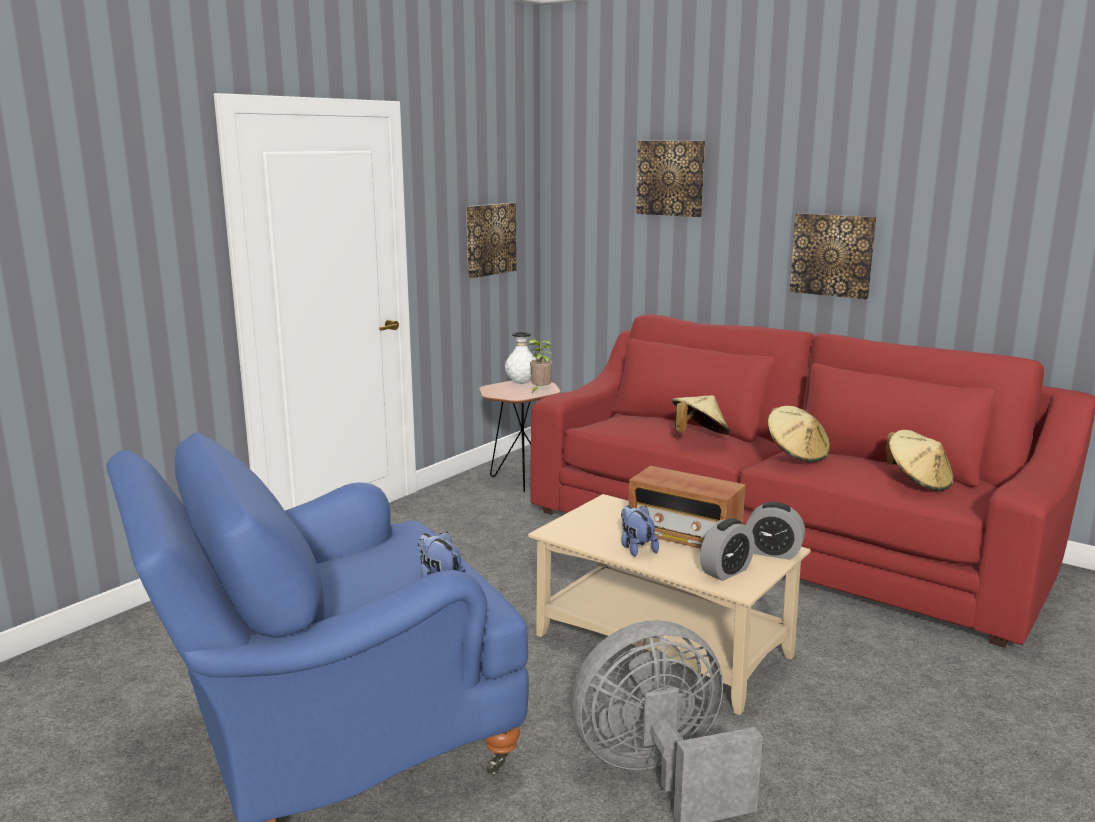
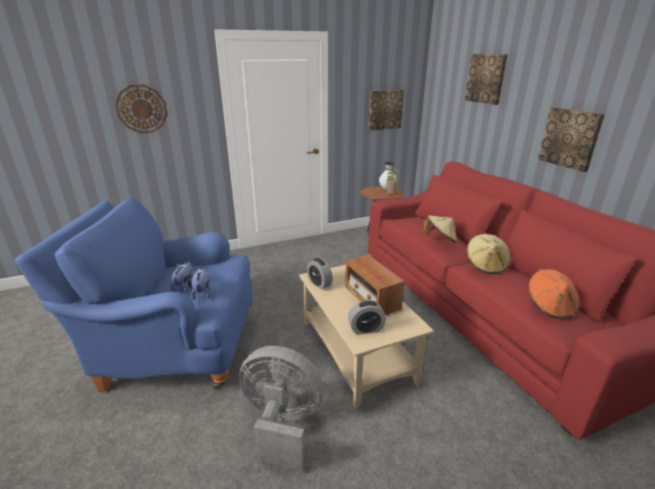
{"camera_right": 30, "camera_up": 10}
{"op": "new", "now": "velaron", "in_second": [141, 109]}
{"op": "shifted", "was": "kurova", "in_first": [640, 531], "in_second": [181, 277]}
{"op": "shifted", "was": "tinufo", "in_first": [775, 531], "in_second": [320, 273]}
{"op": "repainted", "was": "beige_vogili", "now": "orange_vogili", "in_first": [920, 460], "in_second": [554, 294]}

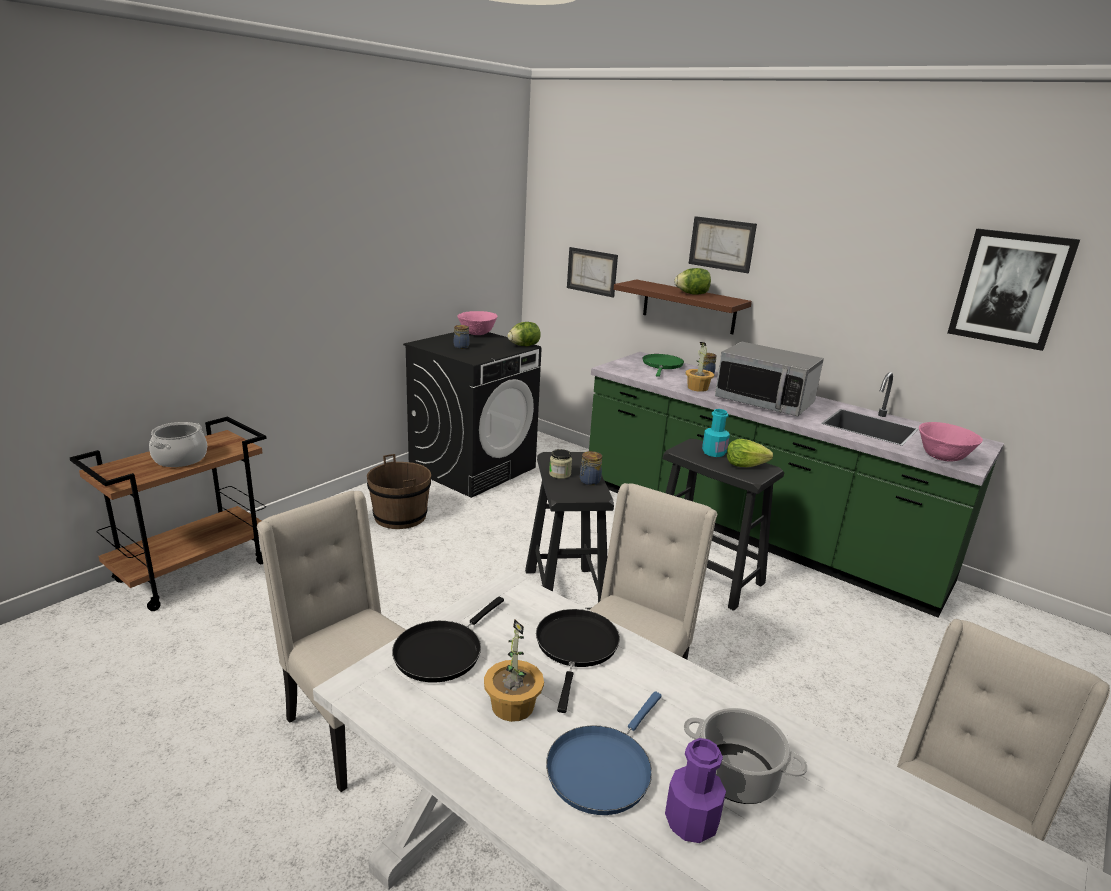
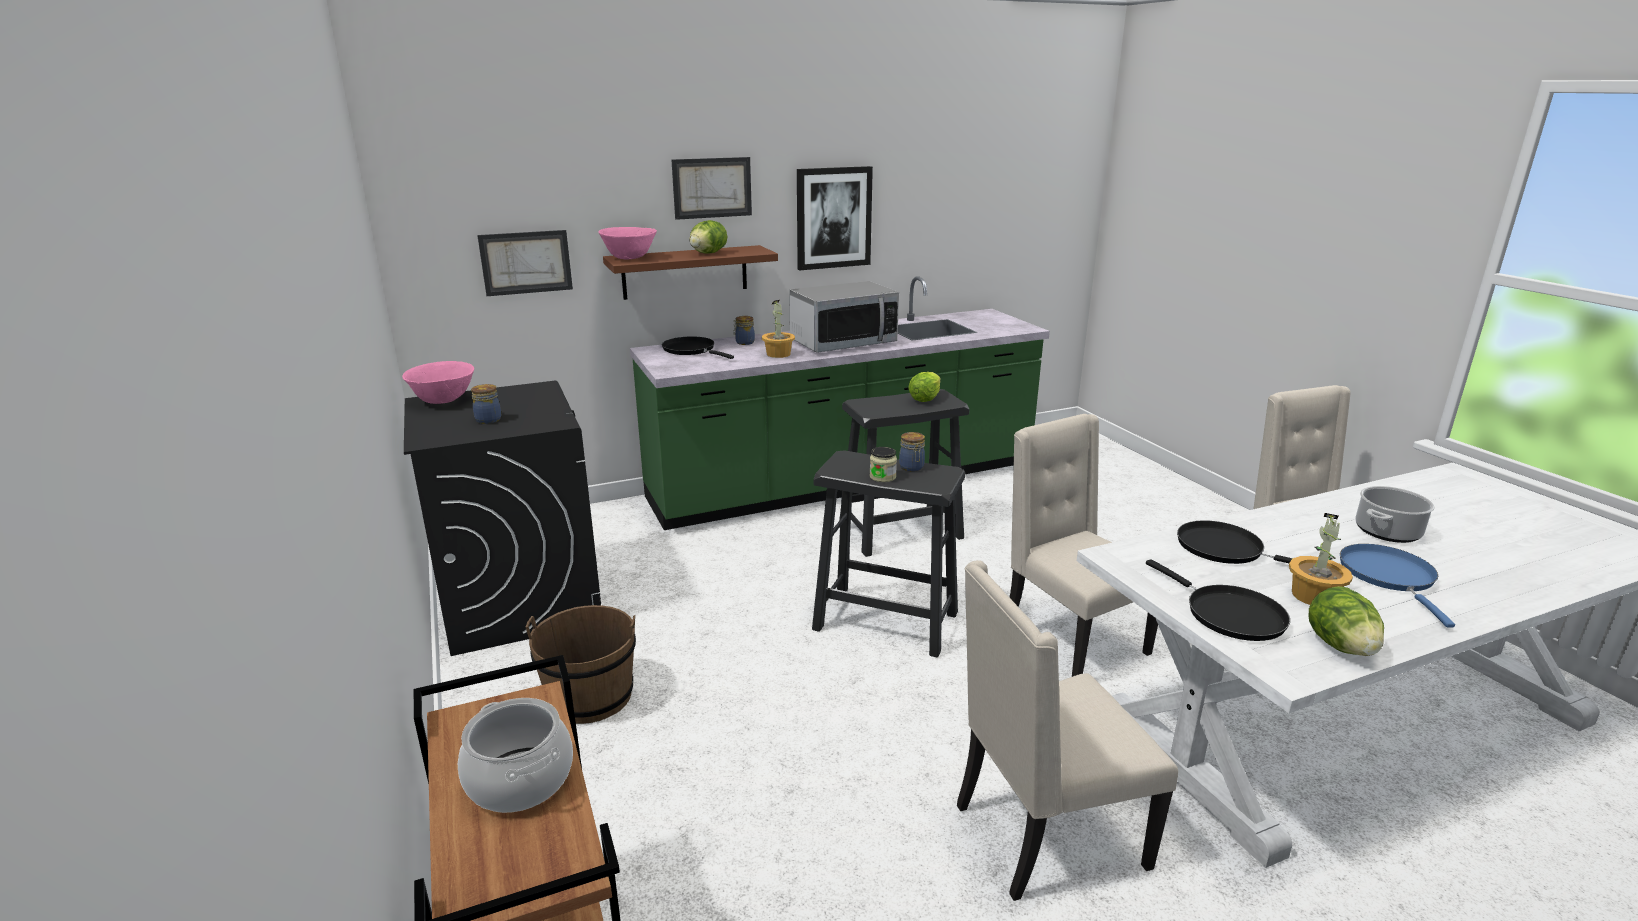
{"camera_right": -60, "camera_up": 0}
{"op": "gone", "was": "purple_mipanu", "in_first": [695, 790]}
{"op": "gone", "was": "turquoise_mipanu", "in_first": [716, 433]}
{"op": "shifted", "was": "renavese", "in_first": [524, 334], "in_second": [1346, 621]}
{"op": "shifted", "was": "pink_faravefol", "in_first": [951, 441], "in_second": [627, 243]}
{"op": "shifted", "was": "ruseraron", "in_first": [1014, 290], "in_second": [835, 218]}
{"op": "repainted", "was": "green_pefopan", "now": "black_pefopan", "in_first": [663, 365], "in_second": [698, 347]}
{"op": "rotated", "was": "blue_pefopan", "in_first": [604, 753], "in_second": [1397, 586], "clockwise": -150}

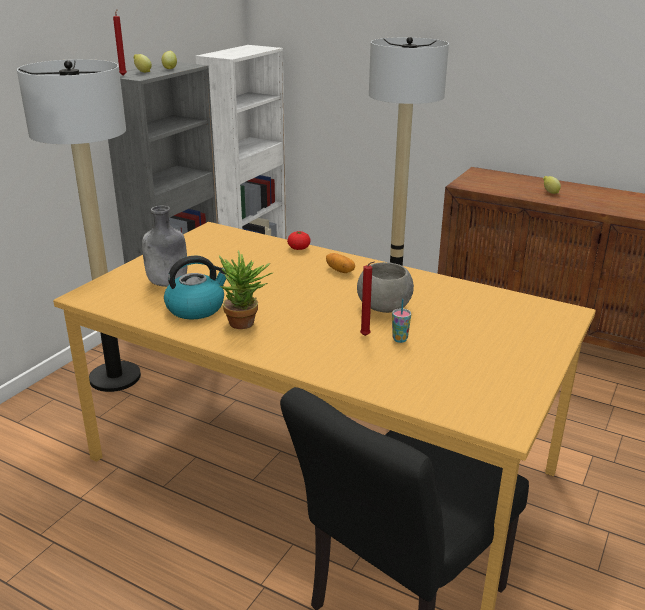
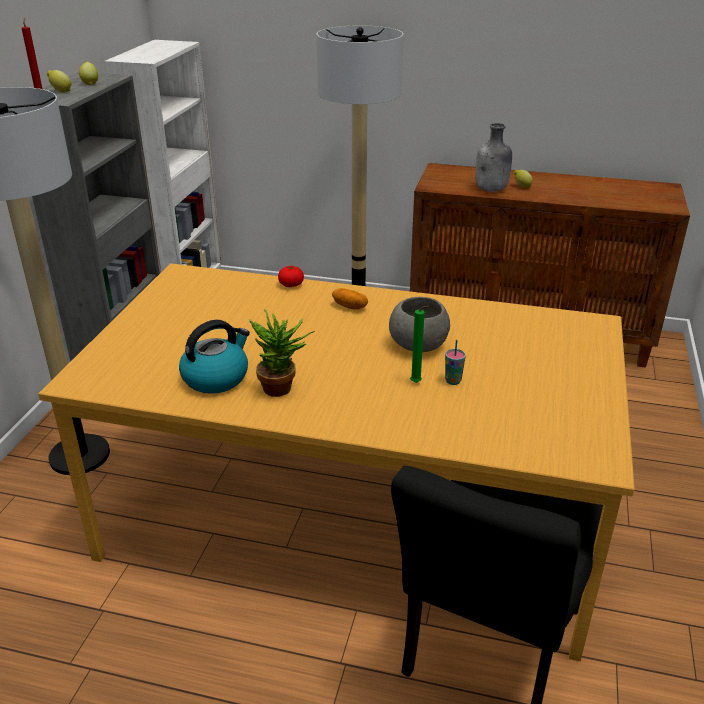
{"camera_right": -15, "camera_up": 5}
{"op": "shifted", "was": "grey_mipanu", "in_first": [164, 246], "in_second": [493, 157]}
{"op": "repainted", "was": "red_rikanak", "now": "green_rikanak", "in_first": [367, 298], "in_second": [419, 344]}

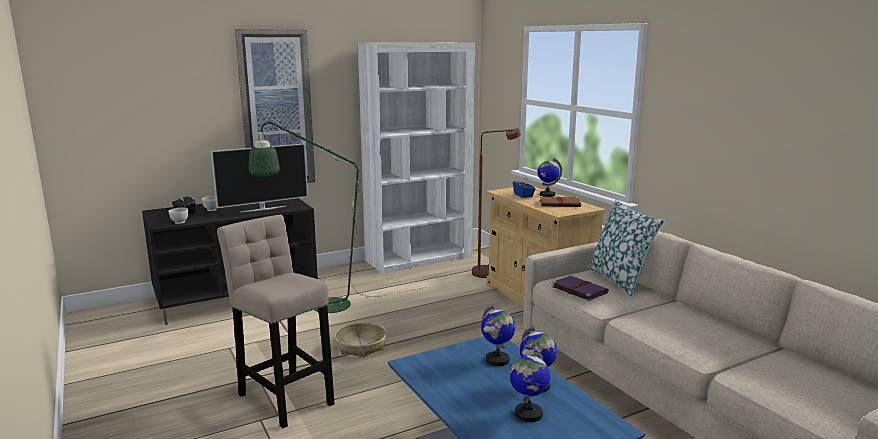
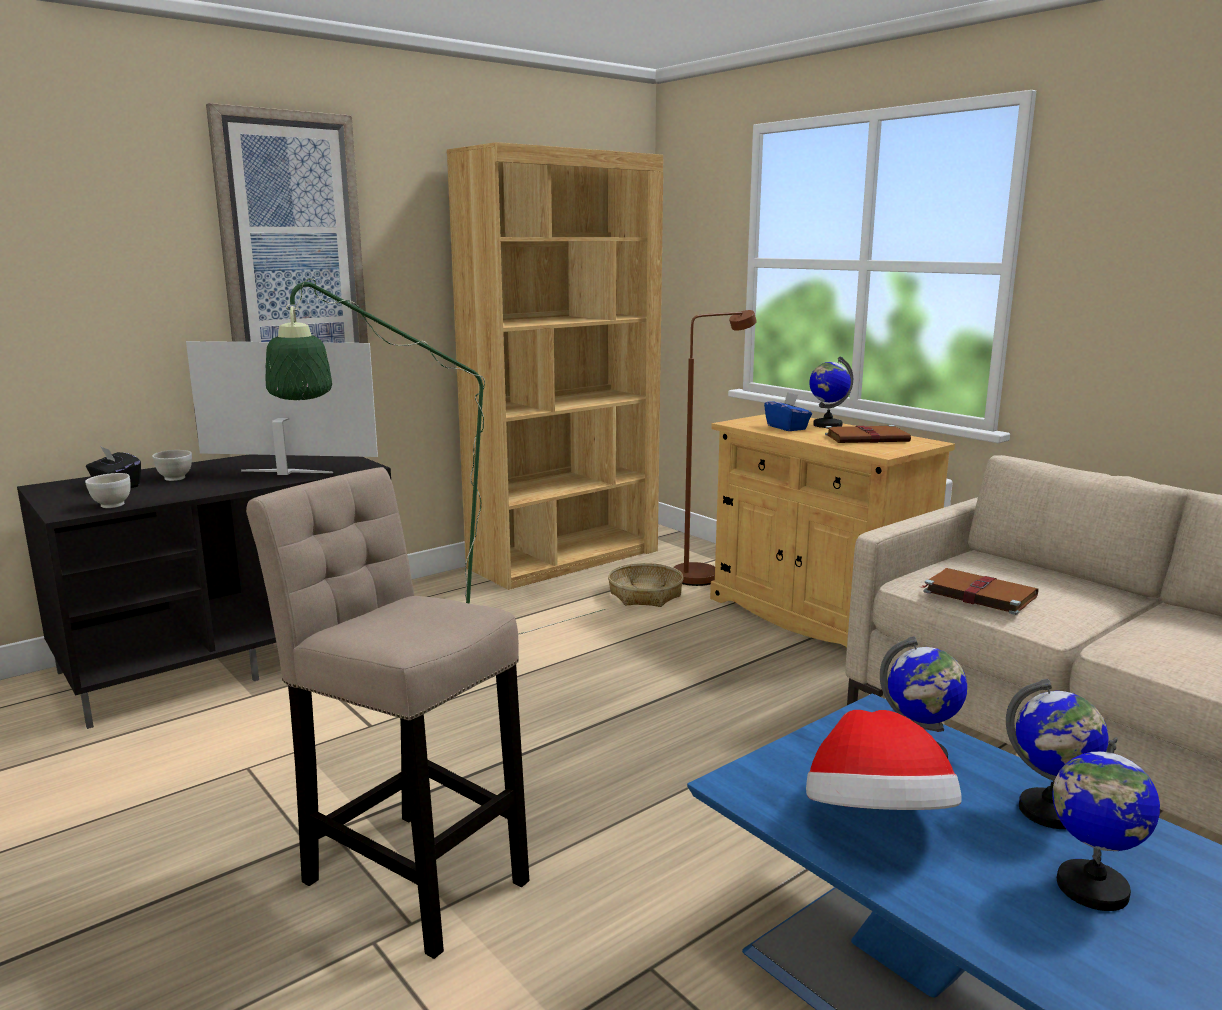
{"camera_right": -10, "camera_up": 0}
{"op": "gone", "was": "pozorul", "in_first": [625, 248]}
{"op": "new", "now": "vogili", "in_second": [884, 760]}
{"op": "shifted", "was": "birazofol", "in_first": [360, 340], "in_second": [646, 585]}
{"op": "repainted", "was": "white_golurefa", "now": "brown_golurefa", "in_first": [416, 158], "in_second": [555, 366]}
{"op": "repainted", "was": "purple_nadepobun", "now": "brown_nadepobun", "in_first": [580, 288], "in_second": [980, 591]}
{"op": "rotated", "was": "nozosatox", "in_first": [259, 177], "in_second": [282, 408], "clockwise": -135}

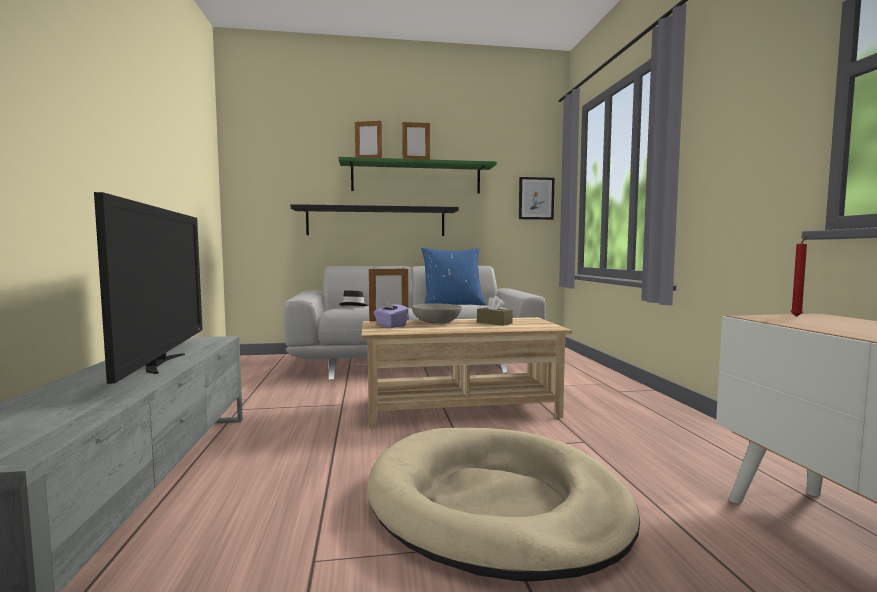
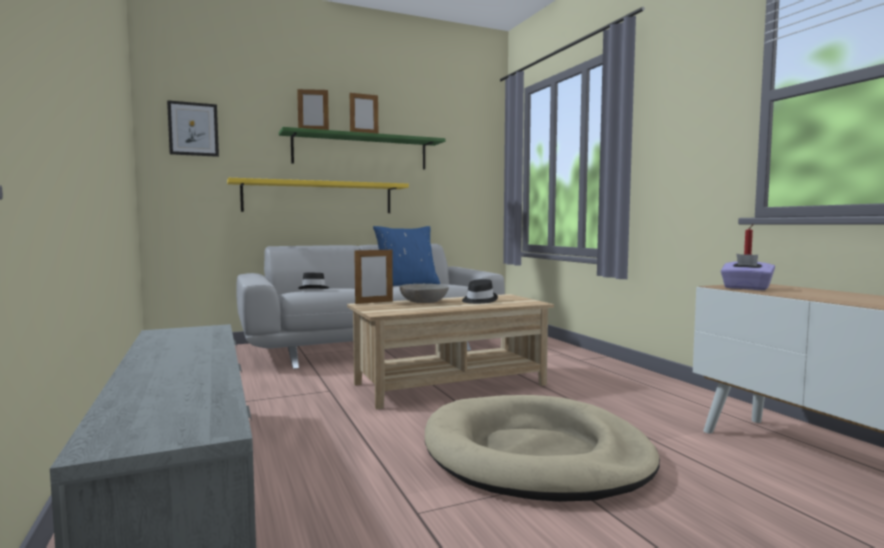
{"camera_right": -15, "camera_up": 0}
{"op": "gone", "was": "nozosatox", "in_first": [148, 288]}
{"op": "shifted", "was": "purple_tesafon", "in_first": [391, 313], "in_second": [747, 272]}
{"op": "shifted", "was": "ruseraron", "in_first": [537, 198], "in_second": [193, 128]}
{"op": "swapped", "was": "brown_tesafon", "now": "black_vogili", "in_first": [495, 311], "in_second": [480, 291]}
{"op": "repainted", "was": "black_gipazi", "now": "yellow_gipazi", "in_first": [375, 220], "in_second": [318, 195]}

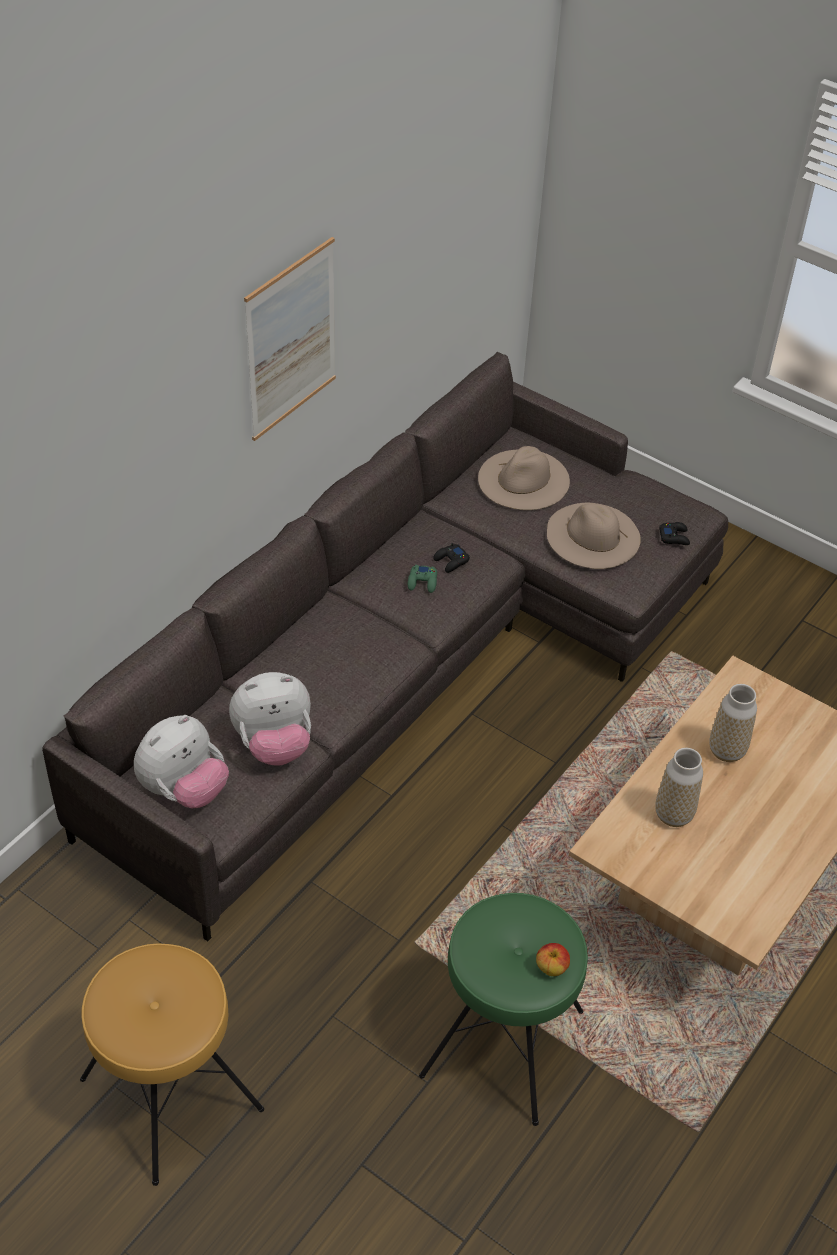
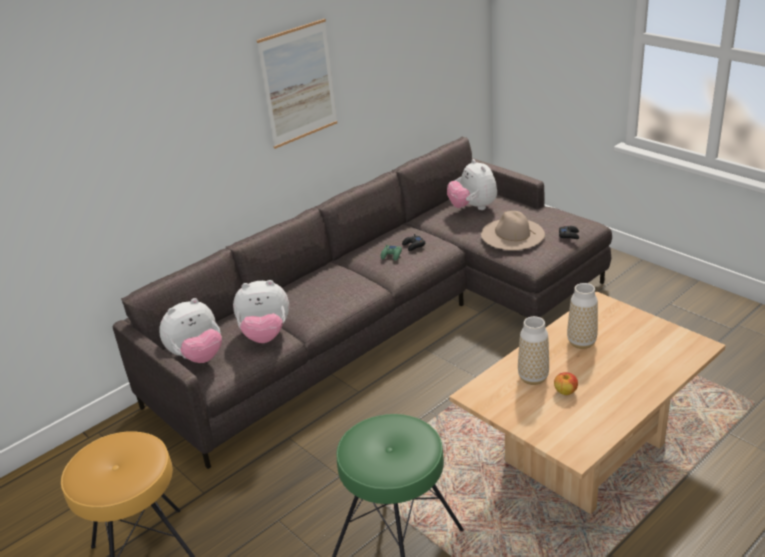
{"camera_right": 15, "camera_up": -15}
{"op": "shifted", "was": "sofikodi", "in_first": [553, 959], "in_second": [566, 383]}
{"op": "swapped", "was": "beige_vogili", "now": "kurova", "in_first": [524, 478], "in_second": [472, 184]}

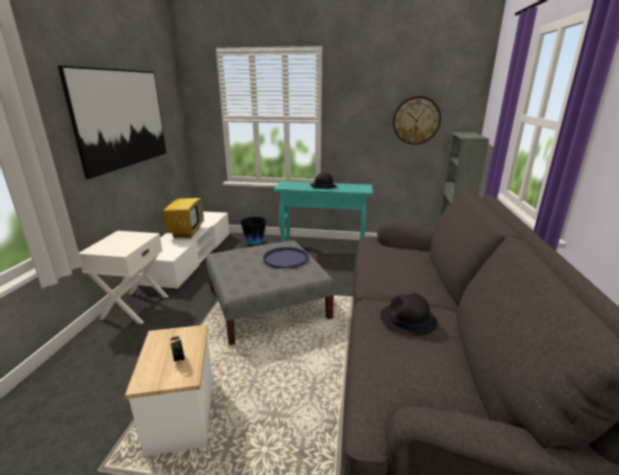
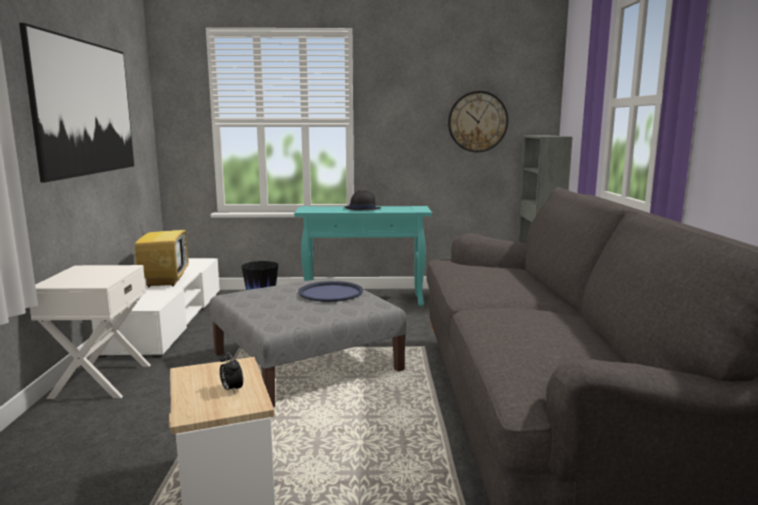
{"camera_right": -10, "camera_up": -10}
{"op": "gone", "was": "black_vogili", "in_first": [408, 314]}

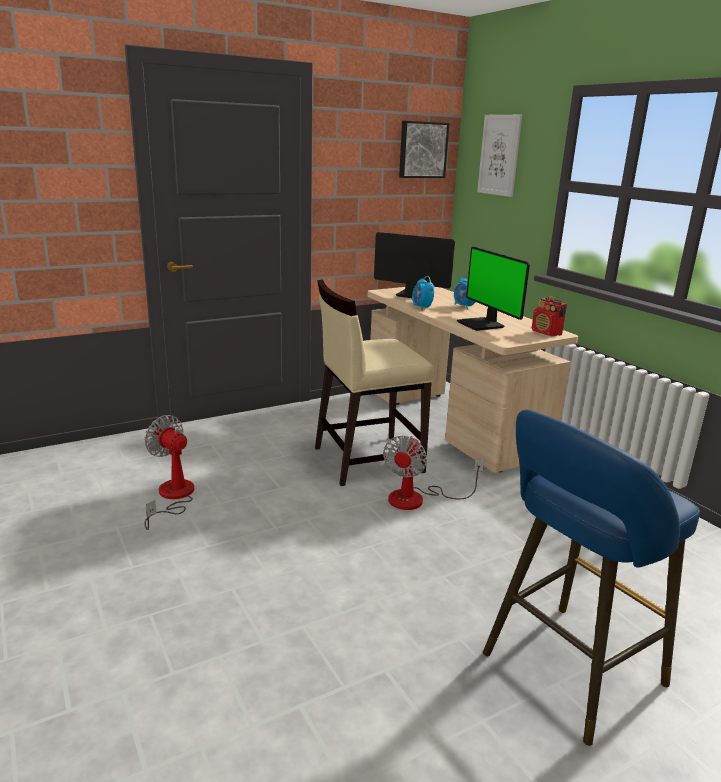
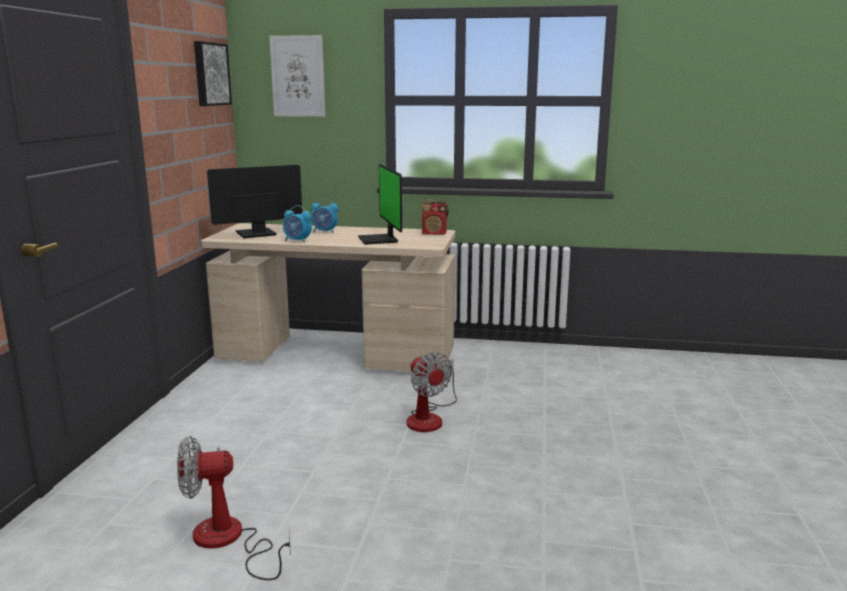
{"camera_right": -50, "camera_up": -5}
{"op": "gone", "was": "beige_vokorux", "in_first": [374, 382]}
{"op": "gone", "was": "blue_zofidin", "in_first": [591, 578]}
{"op": "rotated", "was": "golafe", "in_first": [493, 288], "in_second": [380, 204], "clockwise": 60}

